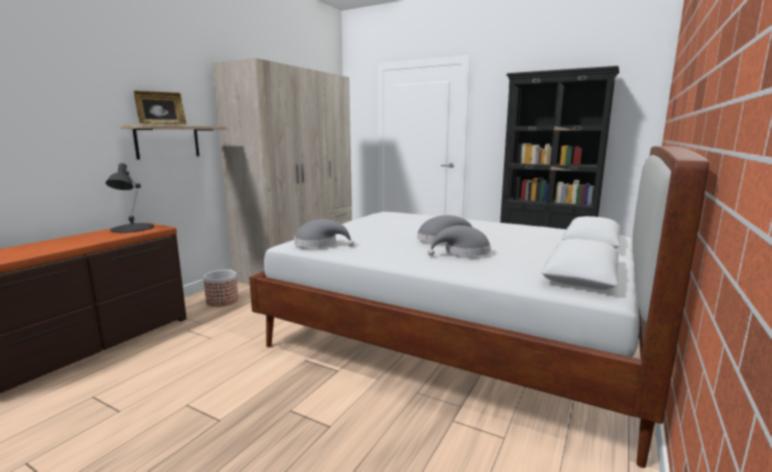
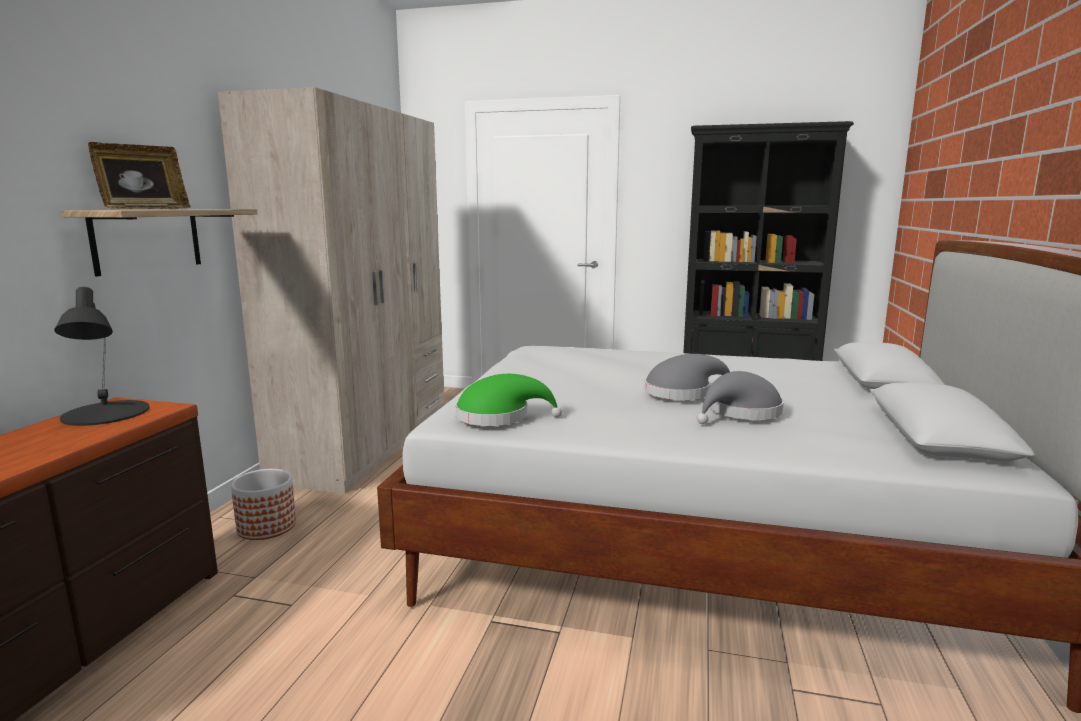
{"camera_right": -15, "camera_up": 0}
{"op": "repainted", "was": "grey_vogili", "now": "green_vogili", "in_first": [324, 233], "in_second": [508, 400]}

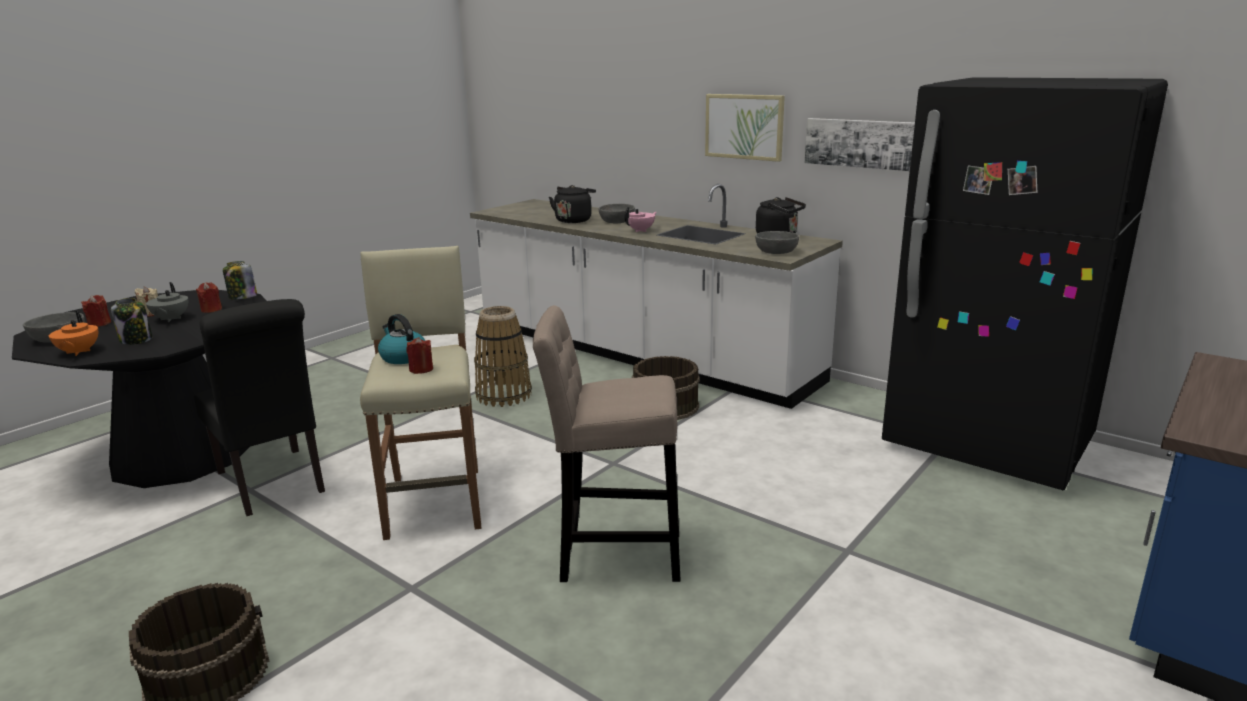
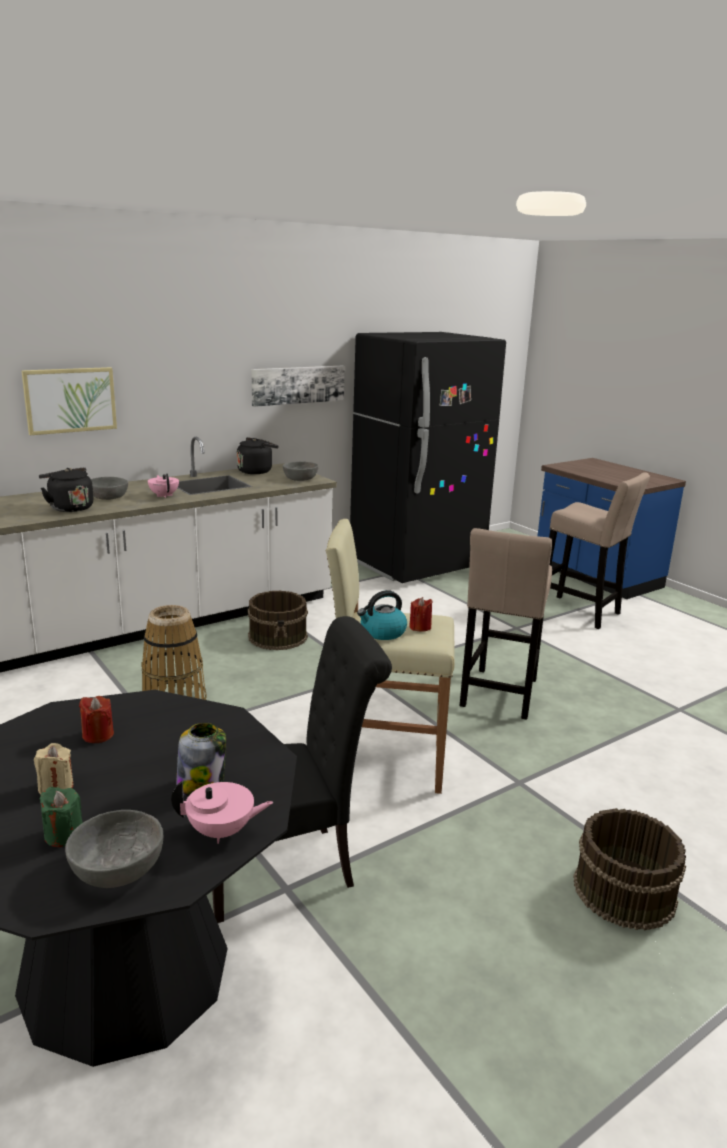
{"camera_right": -75, "camera_up": 0}
{"op": "gone", "was": "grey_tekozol", "in_first": [167, 302]}
{"op": "gone", "was": "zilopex", "in_first": [240, 280]}
{"op": "new", "now": "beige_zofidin", "in_second": [599, 550]}
{"op": "shifted", "was": "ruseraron", "in_first": [745, 128], "in_second": [69, 401]}
{"op": "repainted", "was": "orange_tekozol", "now": "pink_tekozol", "in_first": [73, 333], "in_second": [222, 812]}
{"op": "repainted", "was": "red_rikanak", "now": "green_rikanak", "in_first": [96, 311], "in_second": [61, 817]}

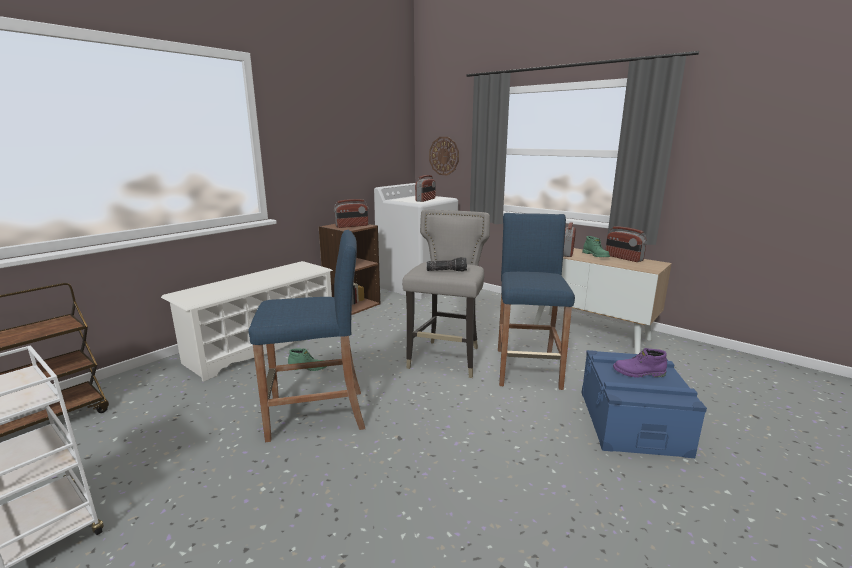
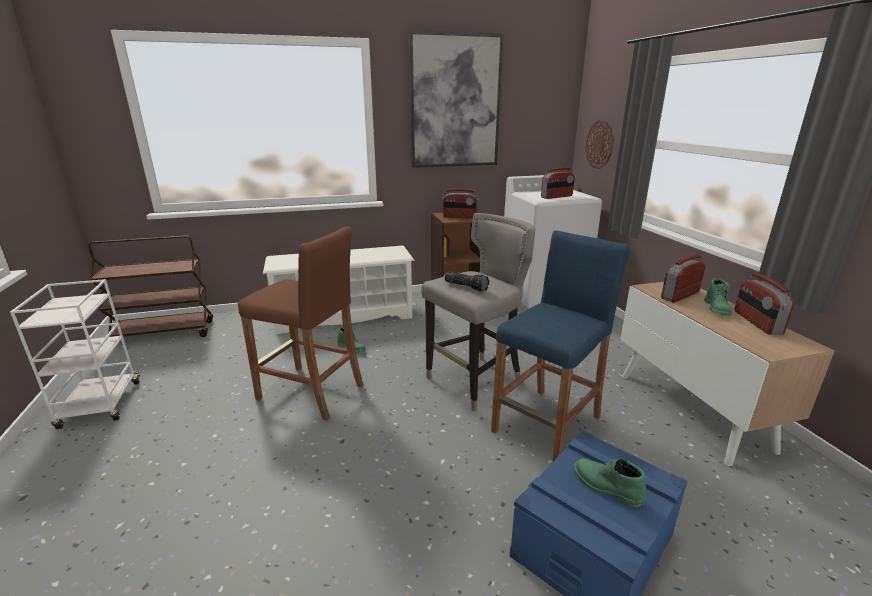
{"camera_right": 35, "camera_up": 5}
{"op": "new", "now": "ruseraron", "in_second": [456, 99]}
{"op": "repainted", "was": "blue_zofidin", "now": "brown_zofidin", "in_first": [306, 336], "in_second": [301, 323]}
{"op": "repainted", "was": "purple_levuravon", "now": "green_levuravon", "in_first": [640, 363], "in_second": [610, 483]}

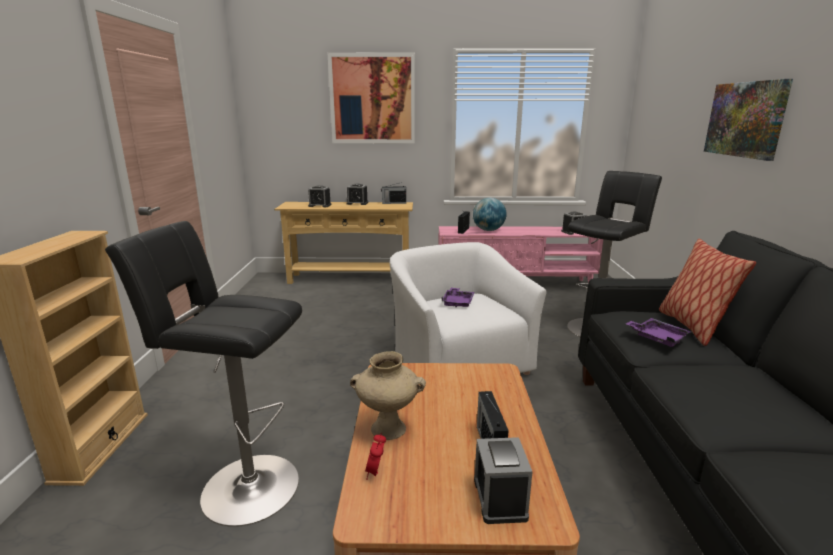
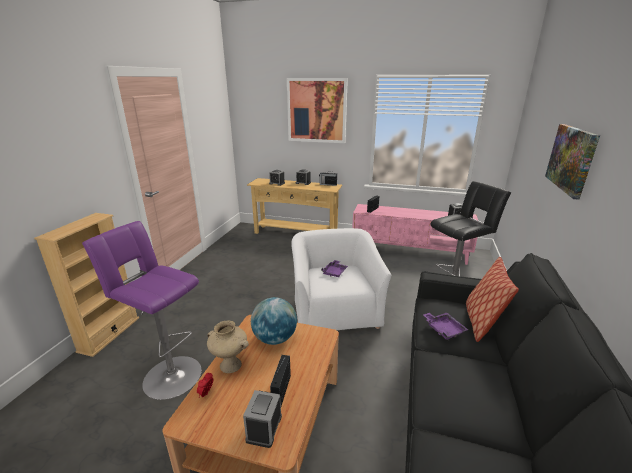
{"camera_right": 15, "camera_up": 5}
{"op": "shifted", "was": "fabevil", "in_first": [489, 214], "in_second": [274, 321]}
{"op": "repainted", "was": "black_zofidin", "now": "purple_zofidin", "in_first": [203, 374], "in_second": [142, 310]}

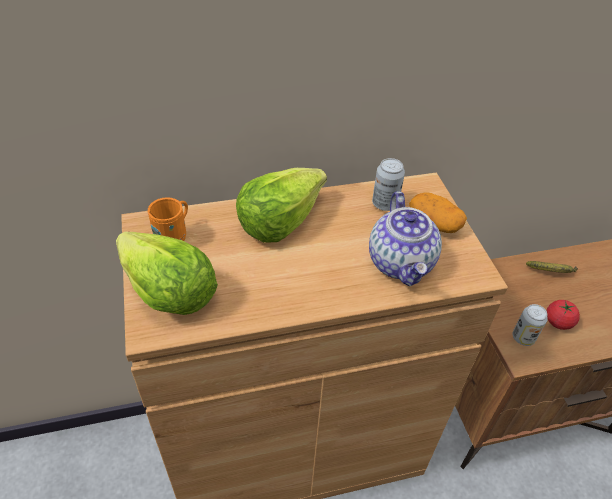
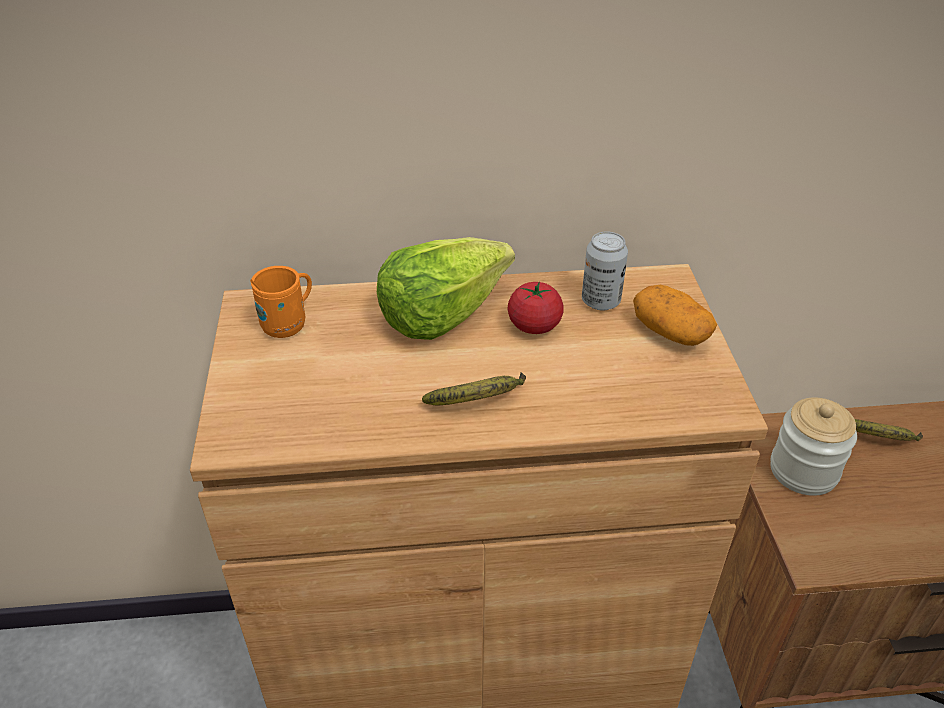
{"camera_right": 10, "camera_up": -5}
{"op": "gone", "was": "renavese", "in_first": [167, 273]}
{"op": "gone", "was": "tekozol", "in_first": [405, 238]}
{"op": "gone", "was": "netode", "in_first": [530, 325]}
{"op": "new", "now": "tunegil", "in_second": [474, 388]}
{"op": "new", "now": "zilopex", "in_second": [813, 447]}
{"op": "shifted", "was": "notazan", "in_first": [563, 315], "in_second": [535, 308]}

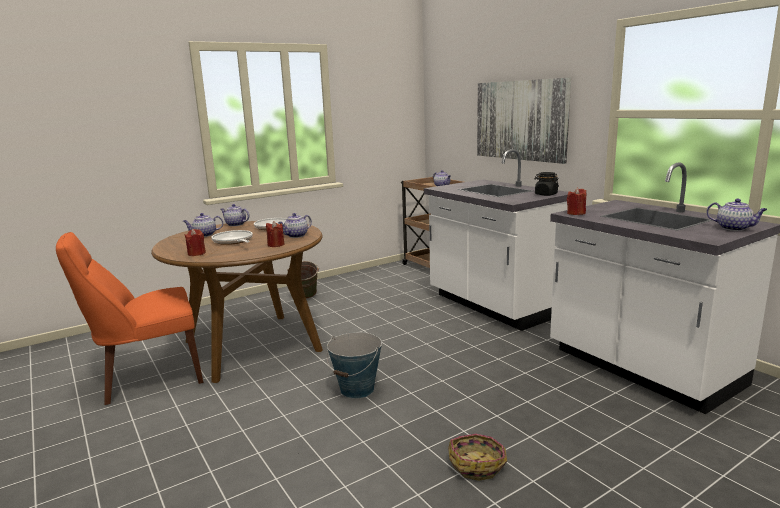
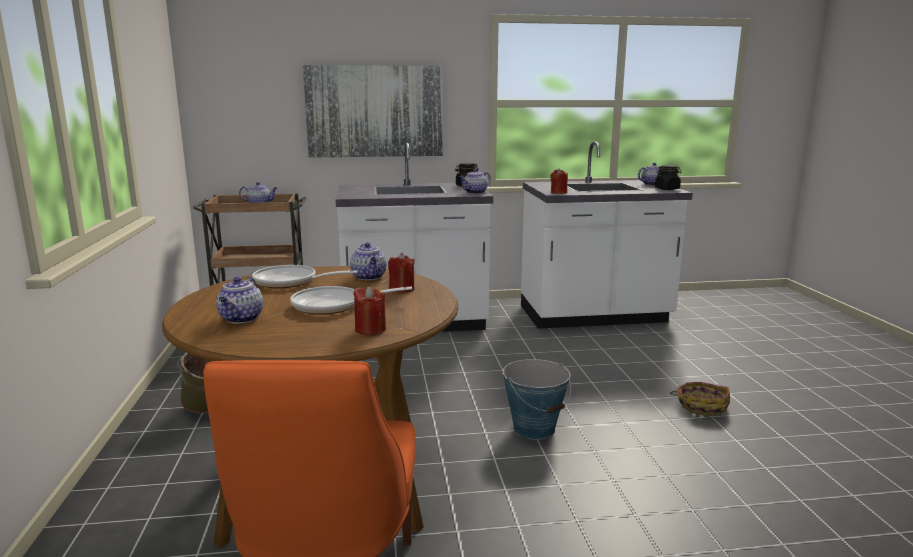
{"camera_right": -65, "camera_up": 0}
{"op": "new", "now": "black_zilopex", "in_second": [668, 177]}
{"op": "shifted", "was": "tekozol", "in_first": [234, 215], "in_second": [475, 181]}

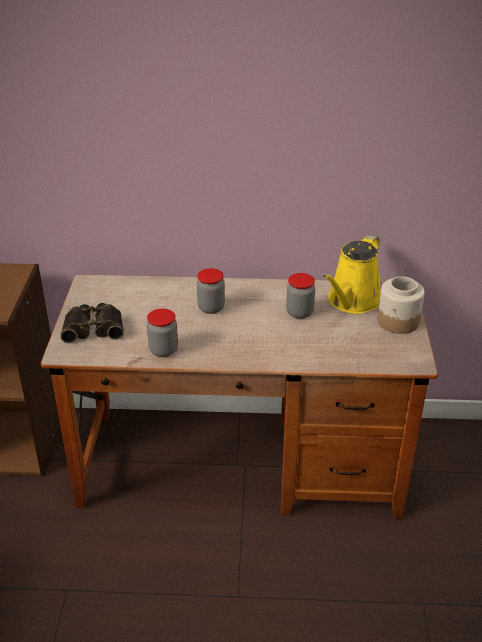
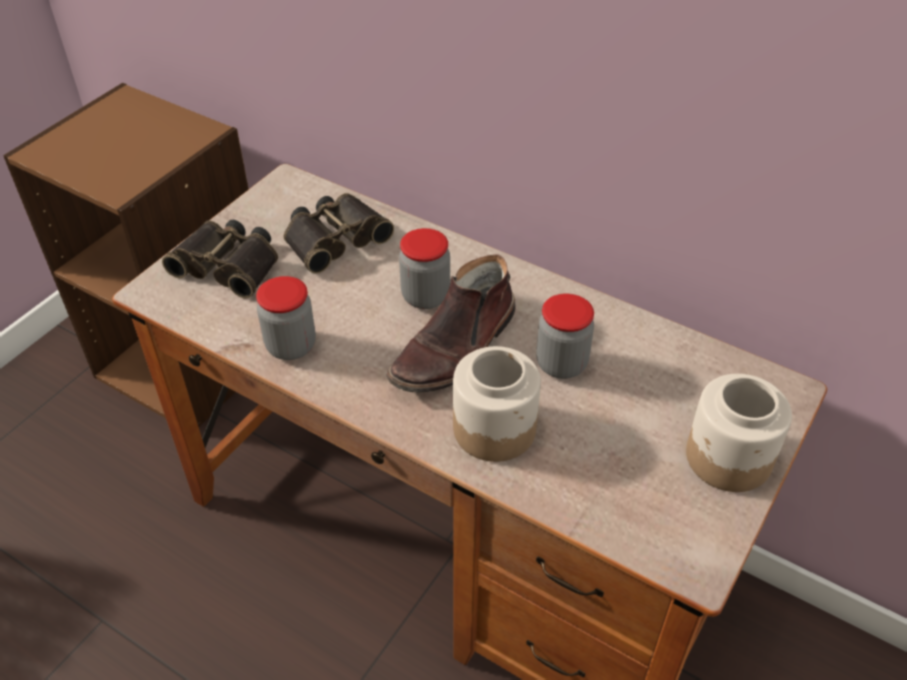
{"camera_right": 30, "camera_up": 10}
{"op": "gone", "was": "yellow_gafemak", "in_first": [352, 274]}
{"op": "new", "now": "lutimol", "in_second": [338, 233]}
{"op": "new", "now": "brown_levuravon", "in_second": [451, 323]}
{"op": "new", "now": "zilopex", "in_second": [497, 404]}

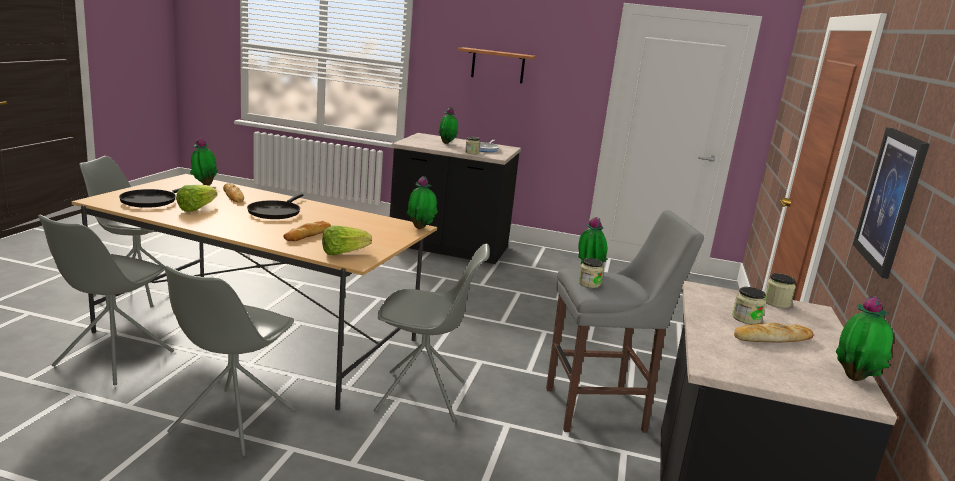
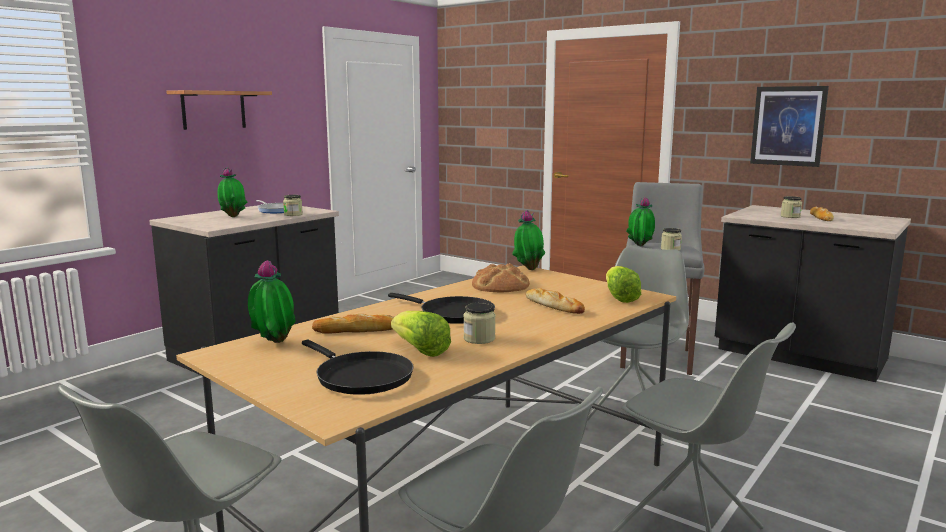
{"camera_right": -65, "camera_up": -5}
{"op": "gone", "was": "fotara", "in_first": [864, 338]}
{"op": "new", "now": "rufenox", "in_second": [501, 278]}
{"op": "shifted", "was": "zilopex", "in_first": [780, 290], "in_second": [479, 323]}

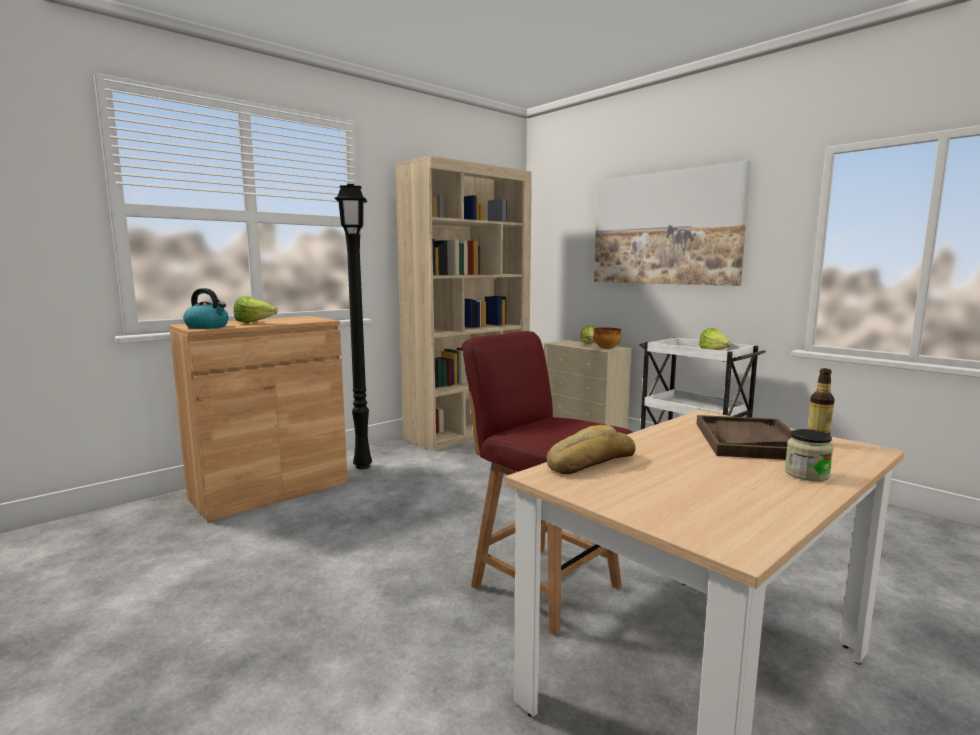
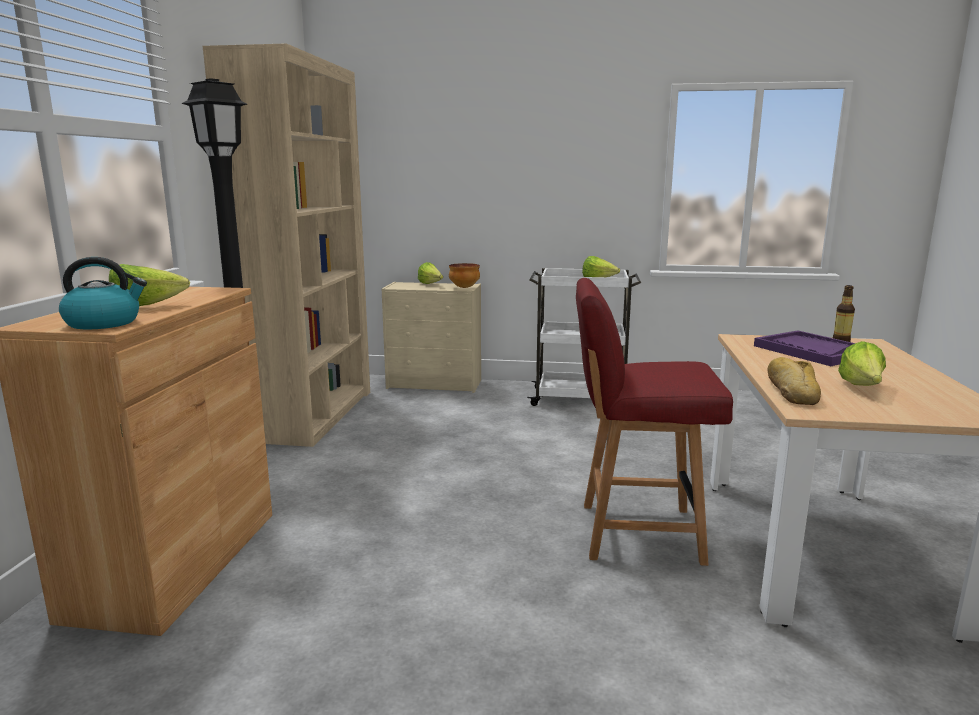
{"camera_right": -40, "camera_up": 5}
{"op": "gone", "was": "ruseraron", "in_first": [672, 223]}
{"op": "gone", "was": "zilopex", "in_first": [809, 455]}
{"op": "new", "now": "renavese", "in_second": [862, 363]}
{"op": "repainted", "was": "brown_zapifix", "now": "purple_zapifix", "in_first": [744, 437], "in_second": [804, 348]}

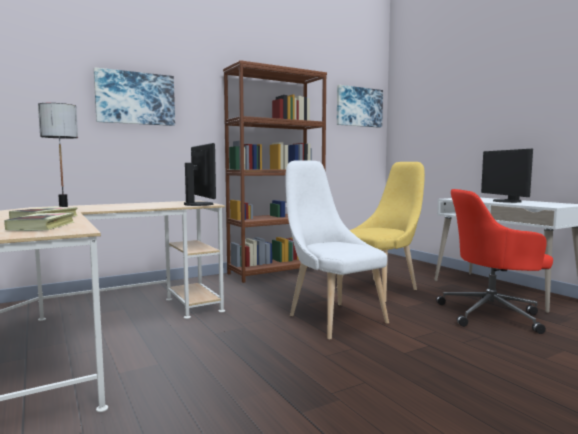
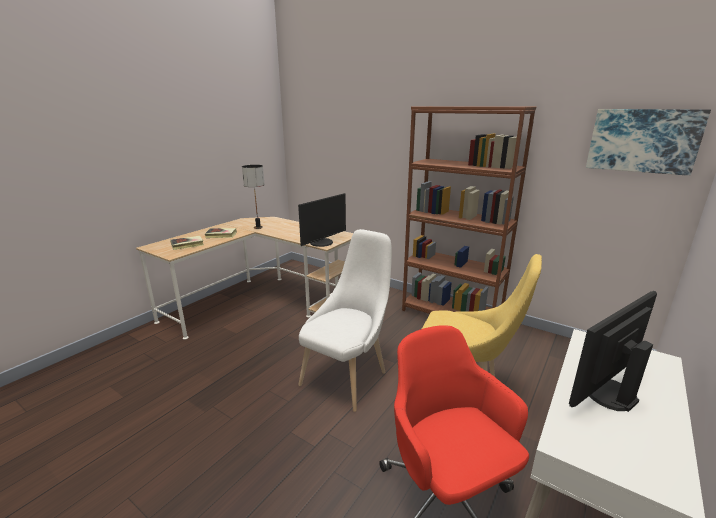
{"camera_right": 65, "camera_up": 15}
{"op": "gone", "was": "ruseraron", "in_first": [134, 96]}

